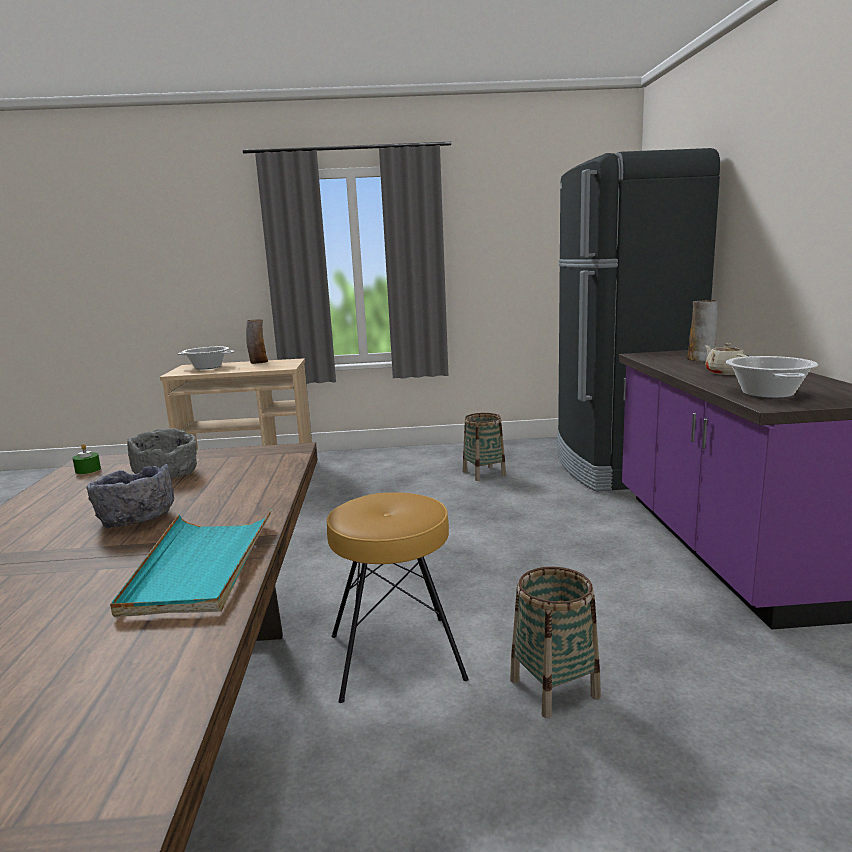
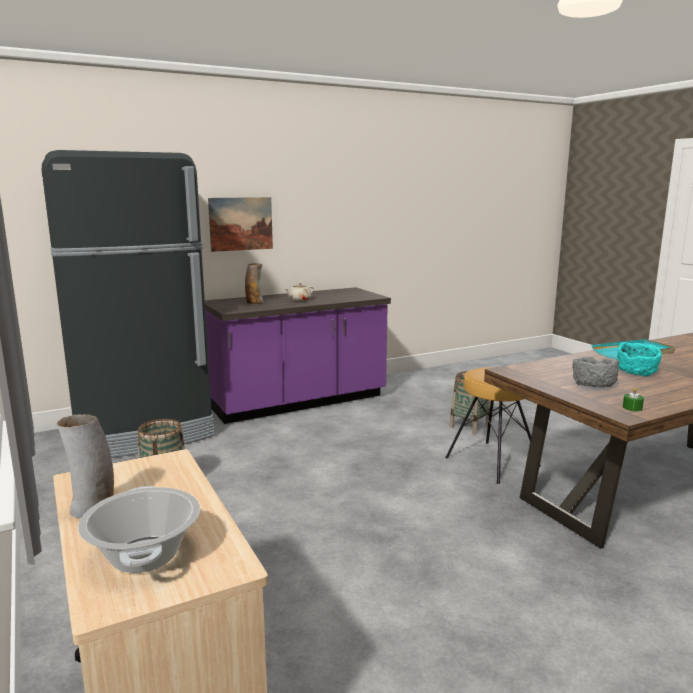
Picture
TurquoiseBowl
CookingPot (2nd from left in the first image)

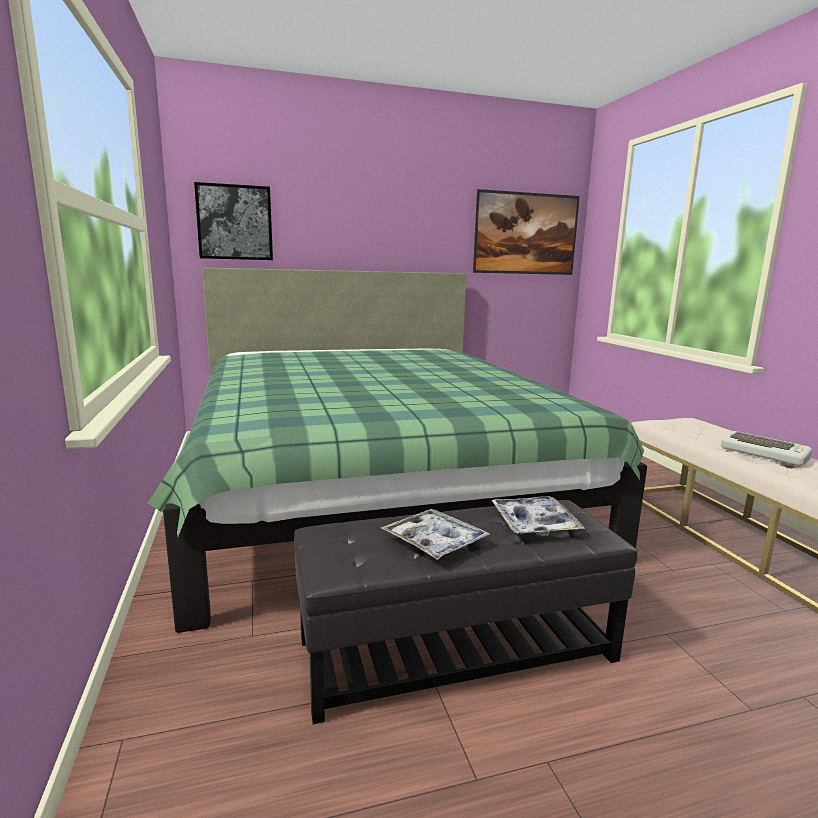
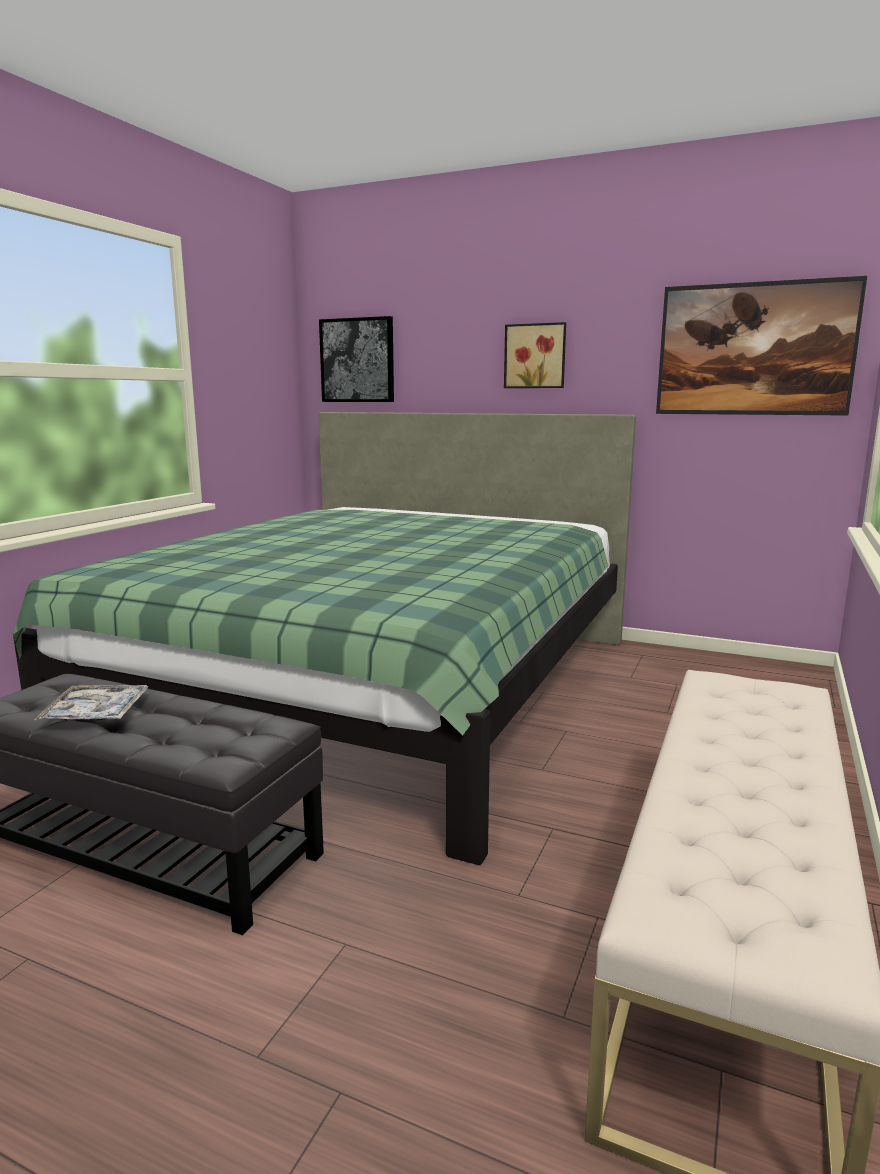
Picture (2nd from left)
Tray (2nd from left in the first image)
Keyboard

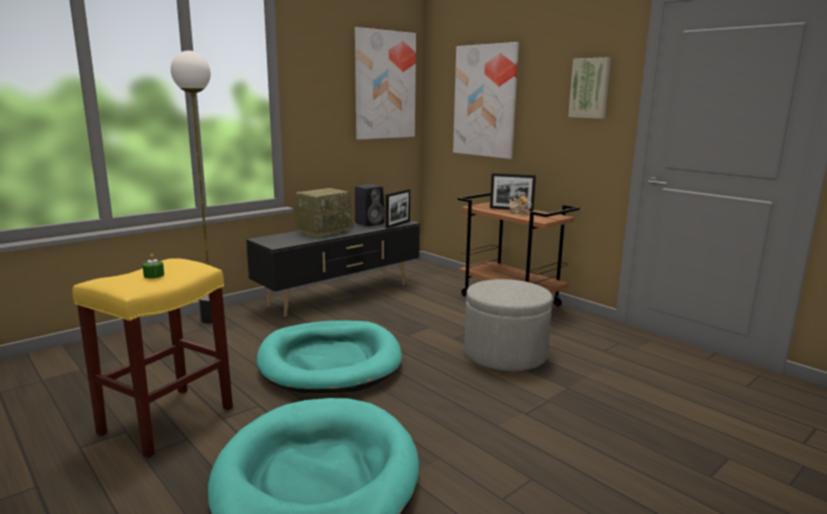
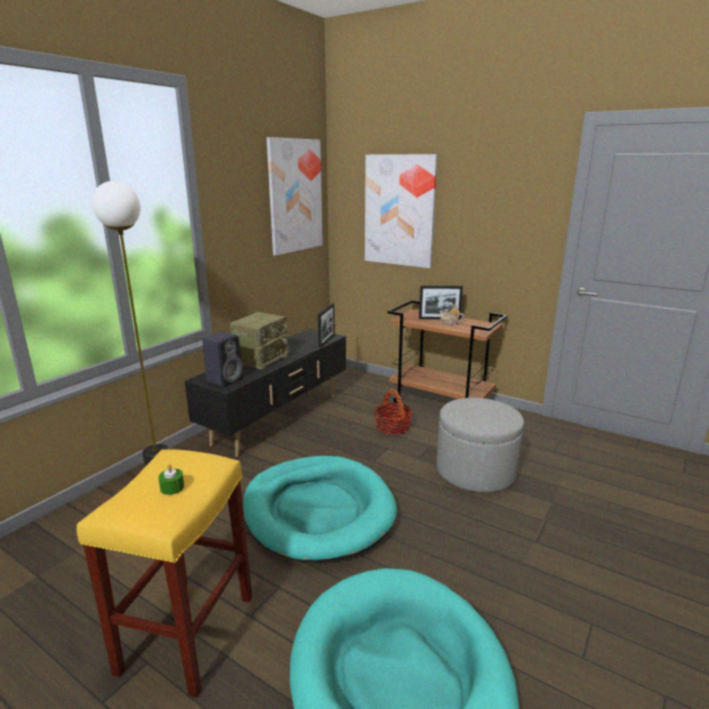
BlackSpeaker
Basket
Picture (3rd from left in the first image)

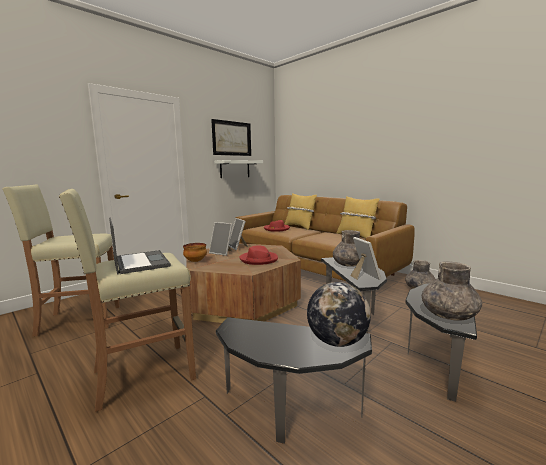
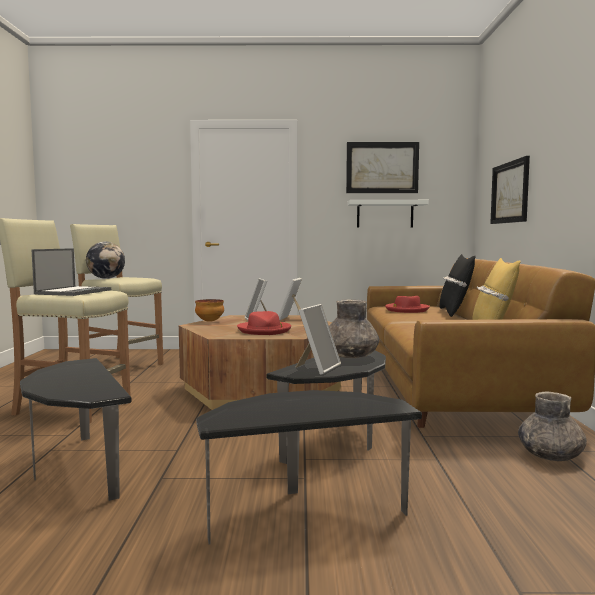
Globe
BlackPillow
Picture (2nd from left)
GreyVase (3rd from left in the first image)

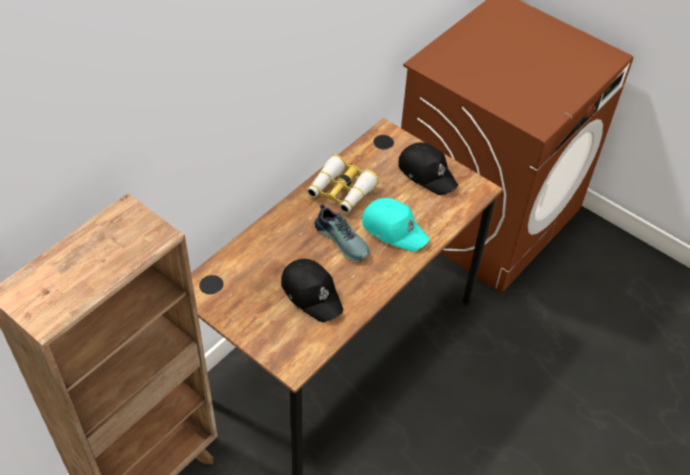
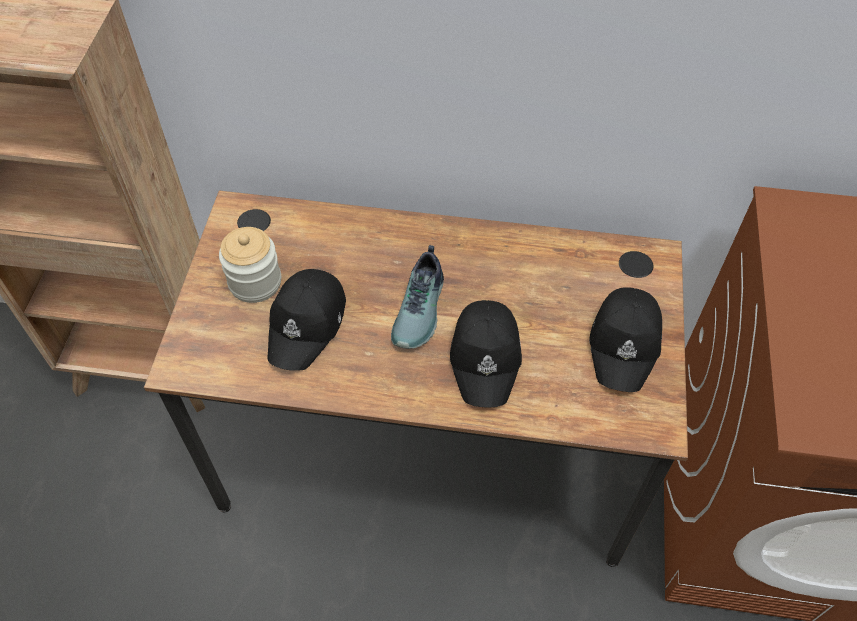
Jar
BlackCap (2nd from left)
Binoculars

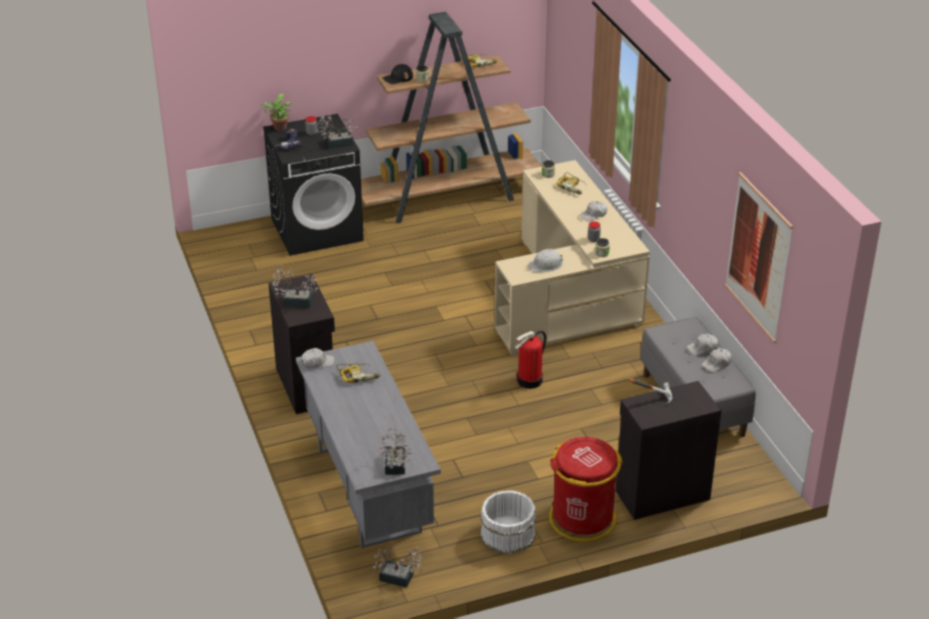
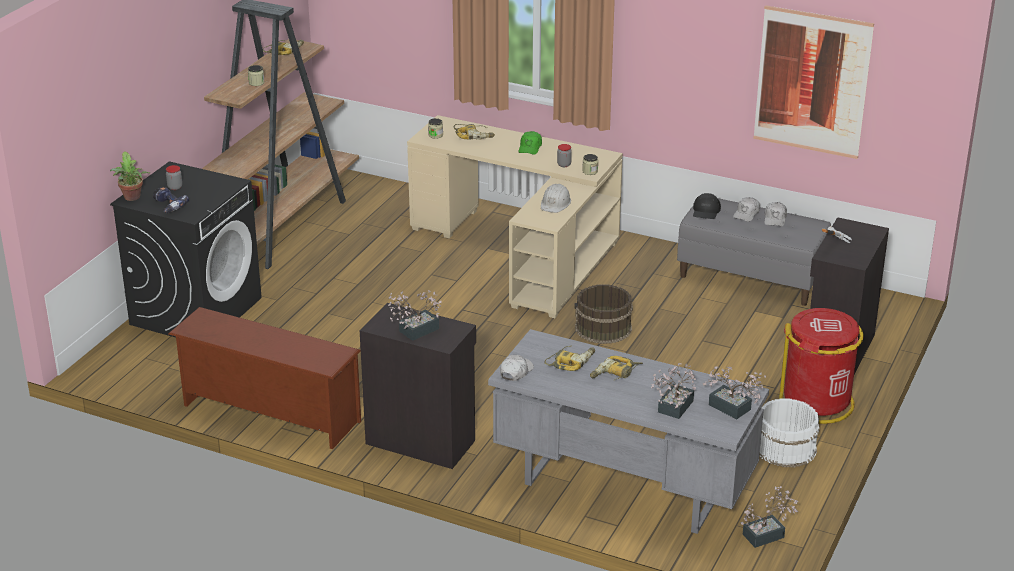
BrownShoeRack
GreenCap
BrownBucket
PowerDrill (5th from left)
PottedPlant (3rd from left)
BlackCap

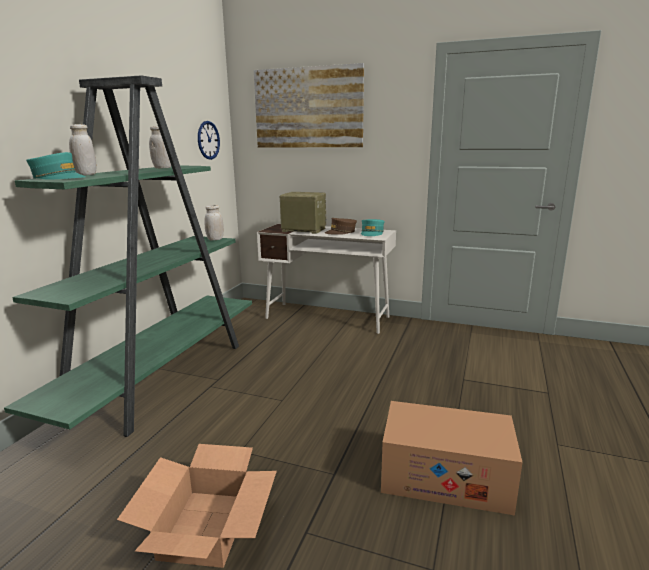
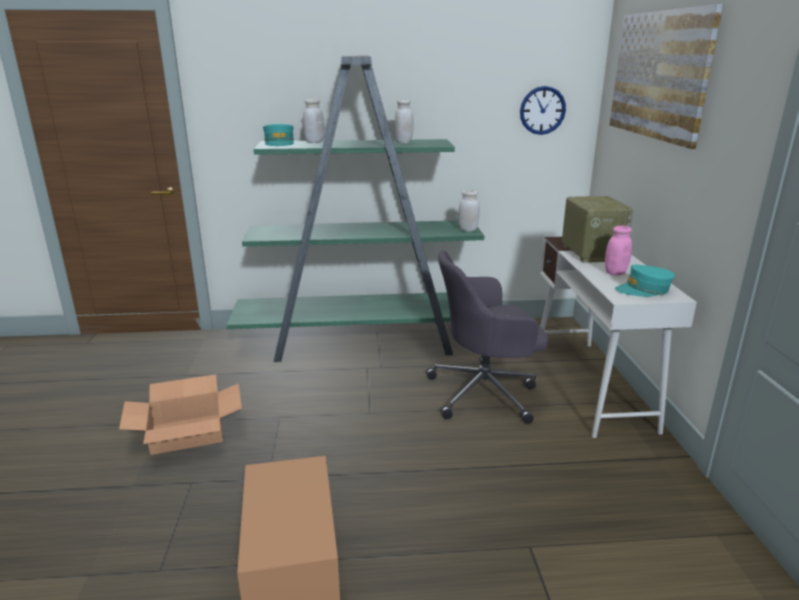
GreyOfficeChair
PinkJar

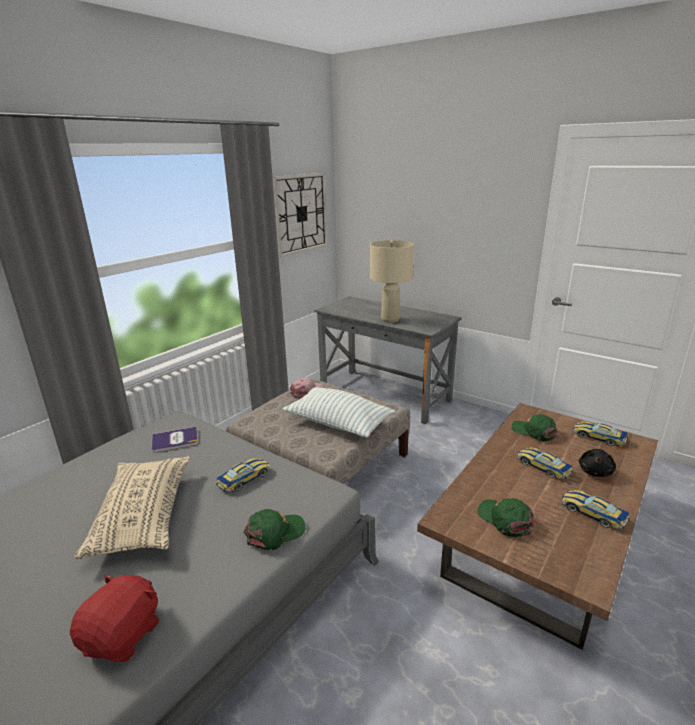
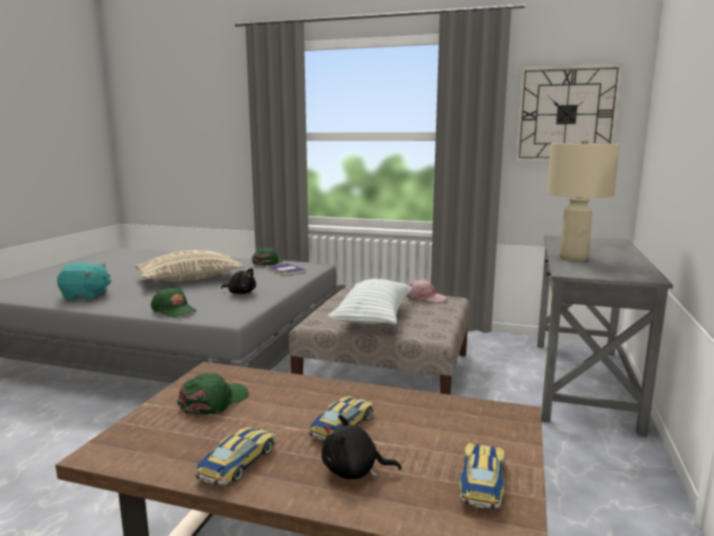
TurquoisePlushToy
BlackPlushToy (1st from left)
GreenCap (3rd from left)

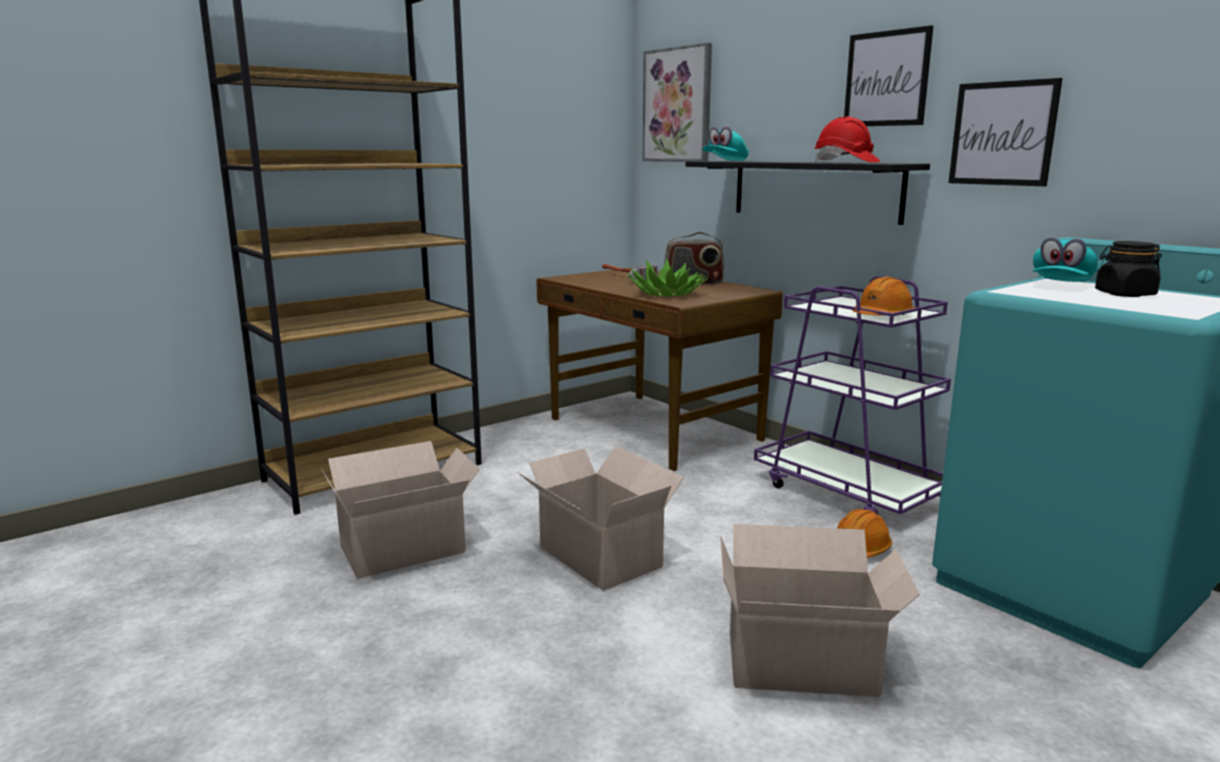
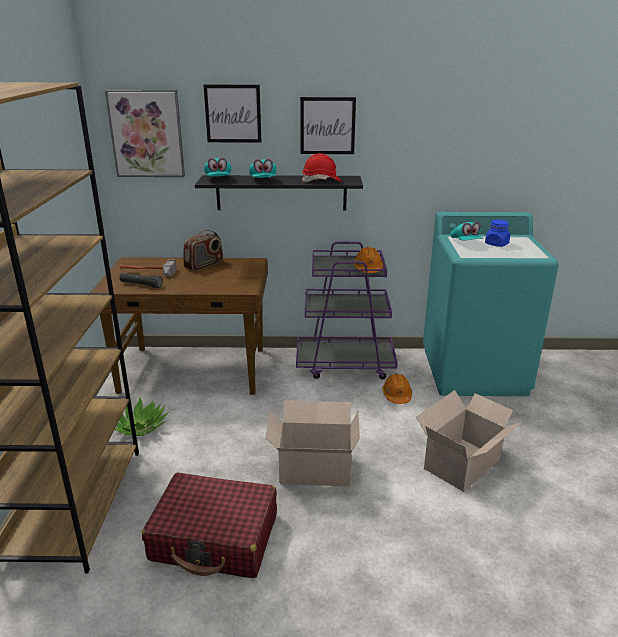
PottedPlant
BlackFlashlight
RedSuitcase
Picture (2nd from left)
TurquoiseCap (2nd from left)
BlueJar

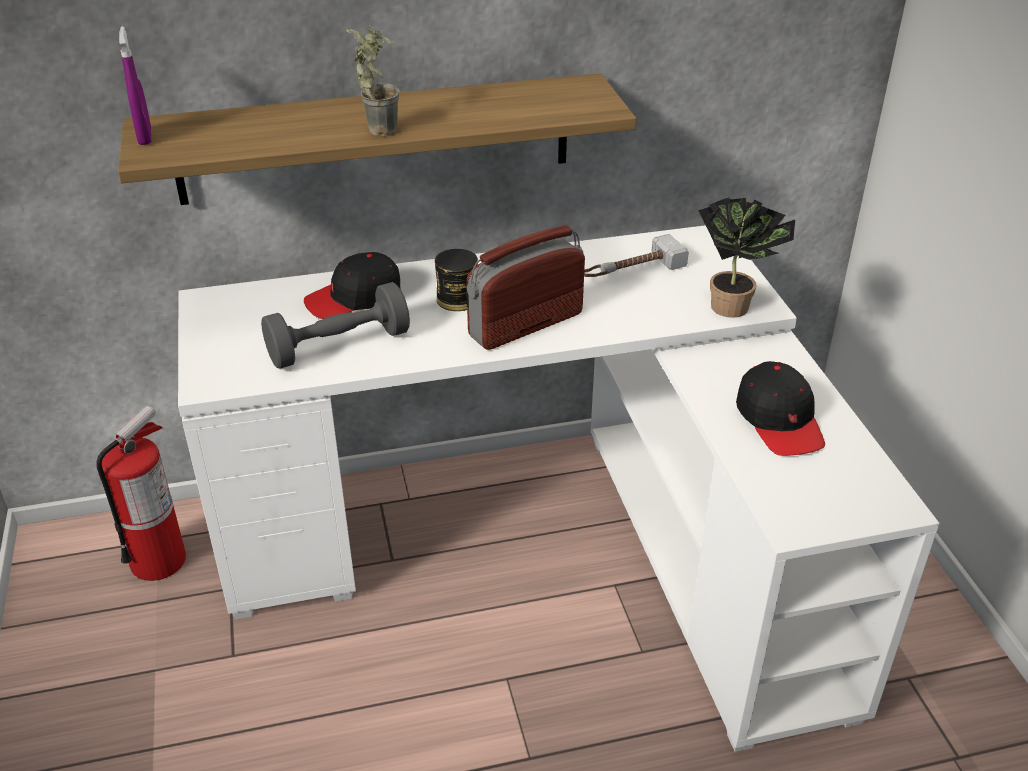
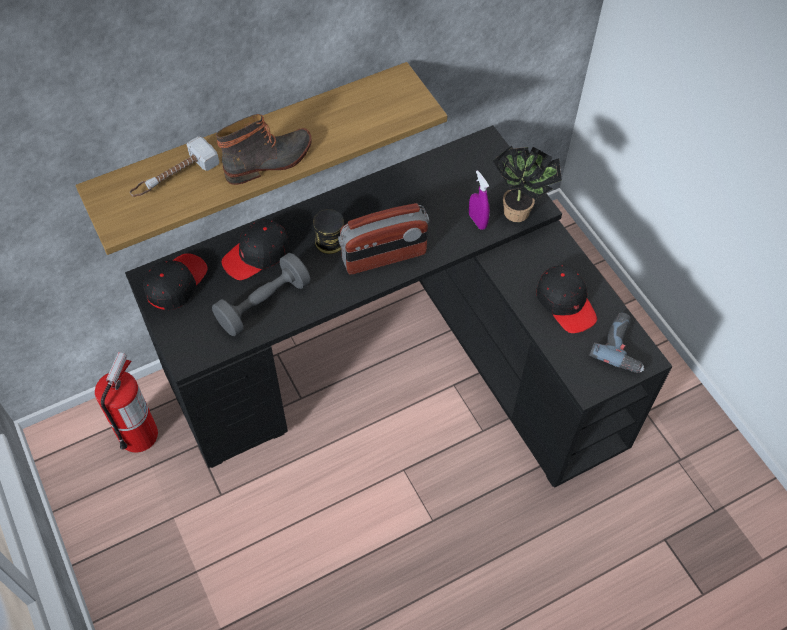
BlackDesk
Hammer
BlackCap (1st from left)
Boot
Radio
PurpleSprayBottle
PowerDrill

